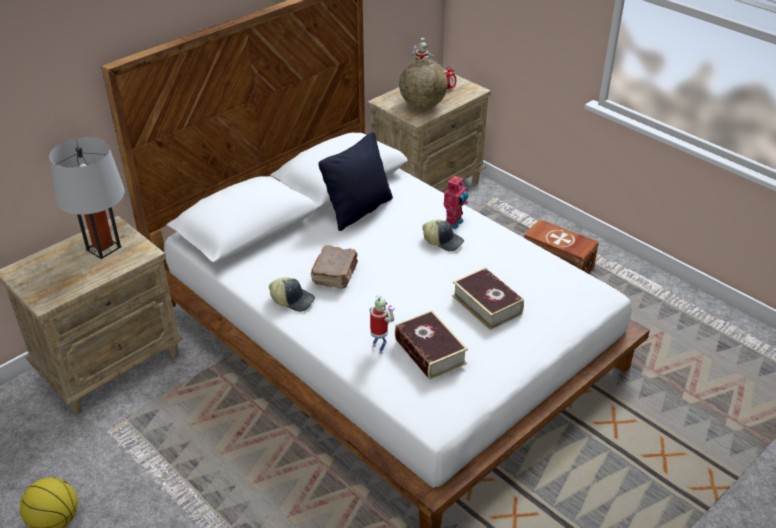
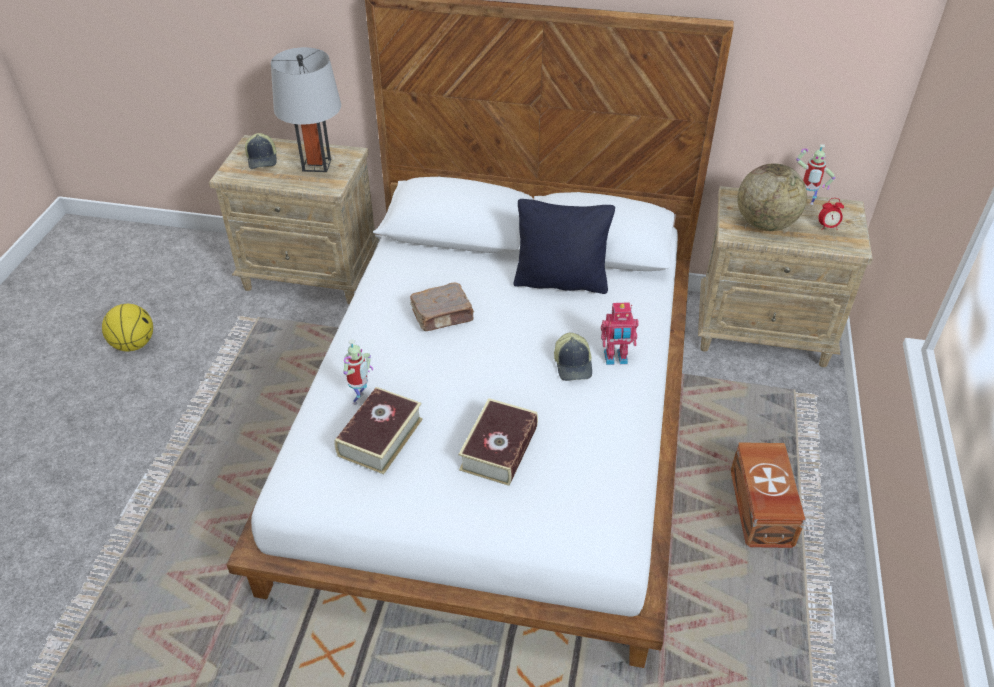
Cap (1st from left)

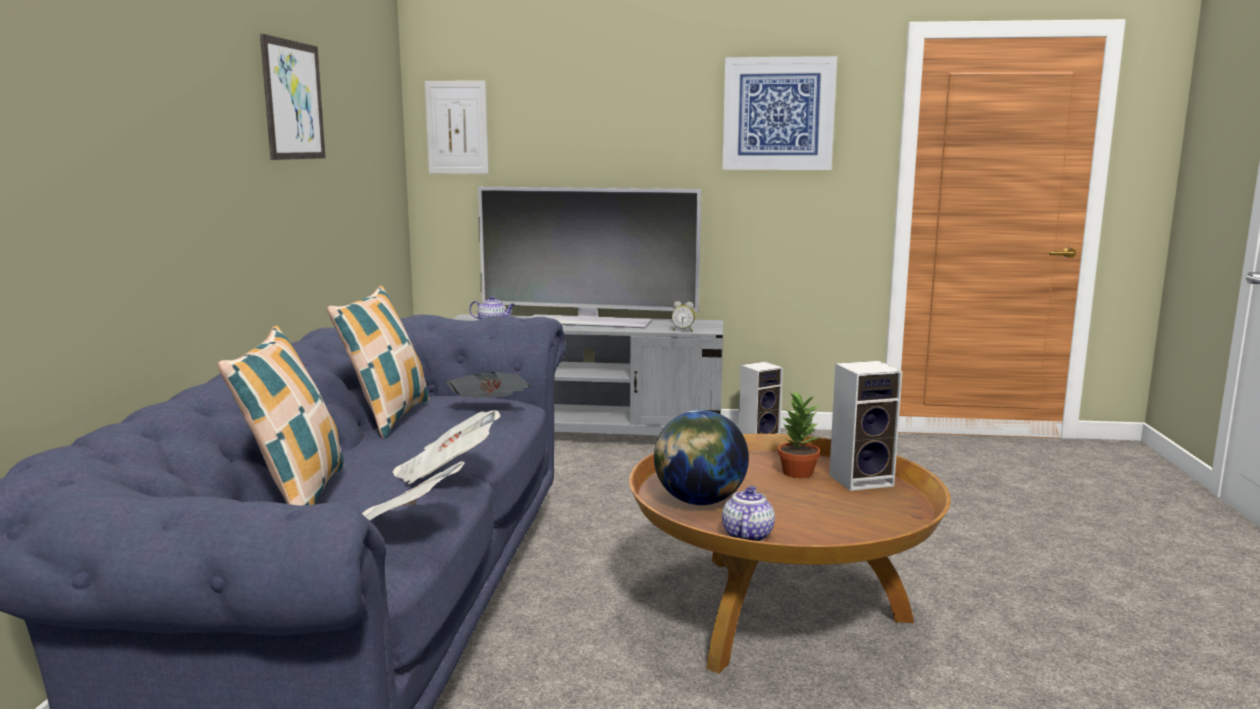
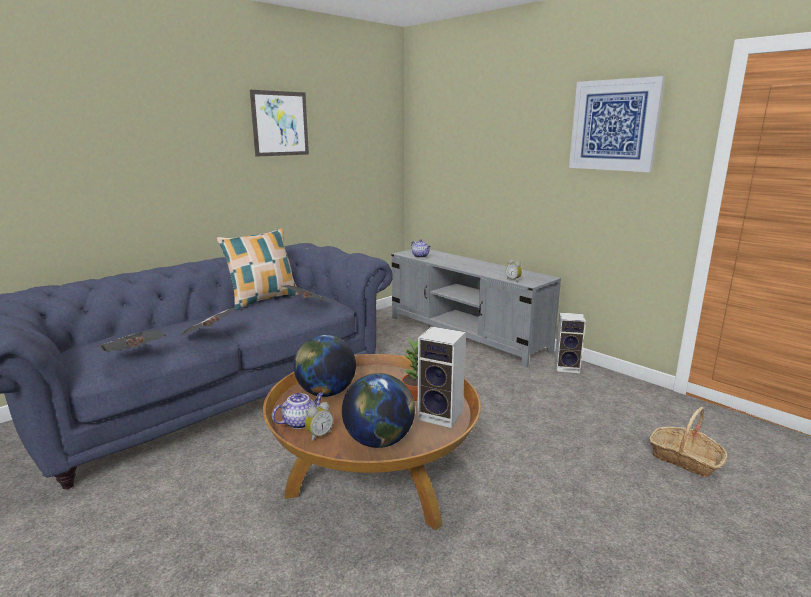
AlarmClock (1st from left)
Globe (2nd from left)
Basket
Pillow (1st from left in the first image)
Picture (2nd from left in the first image)
Television

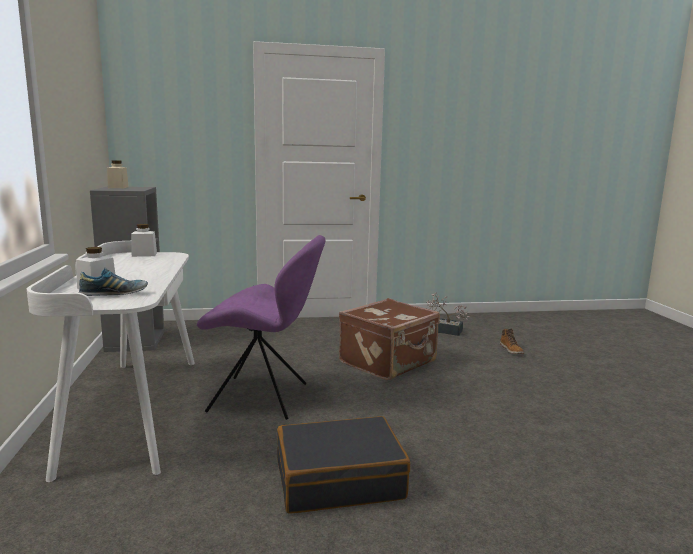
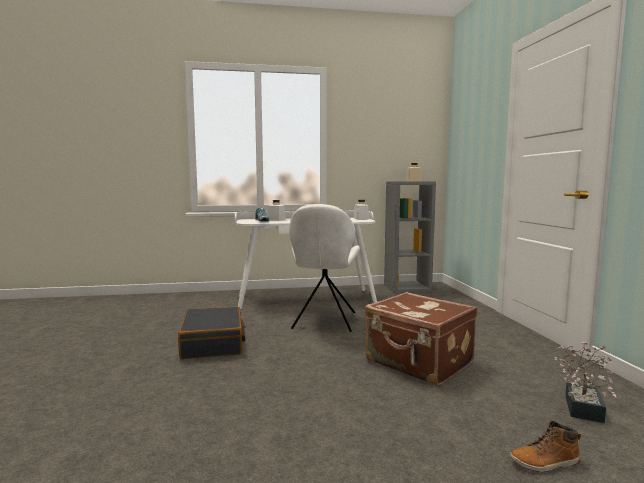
WhiteChair

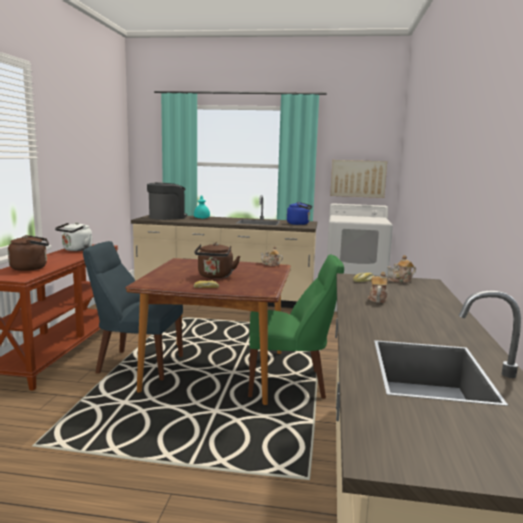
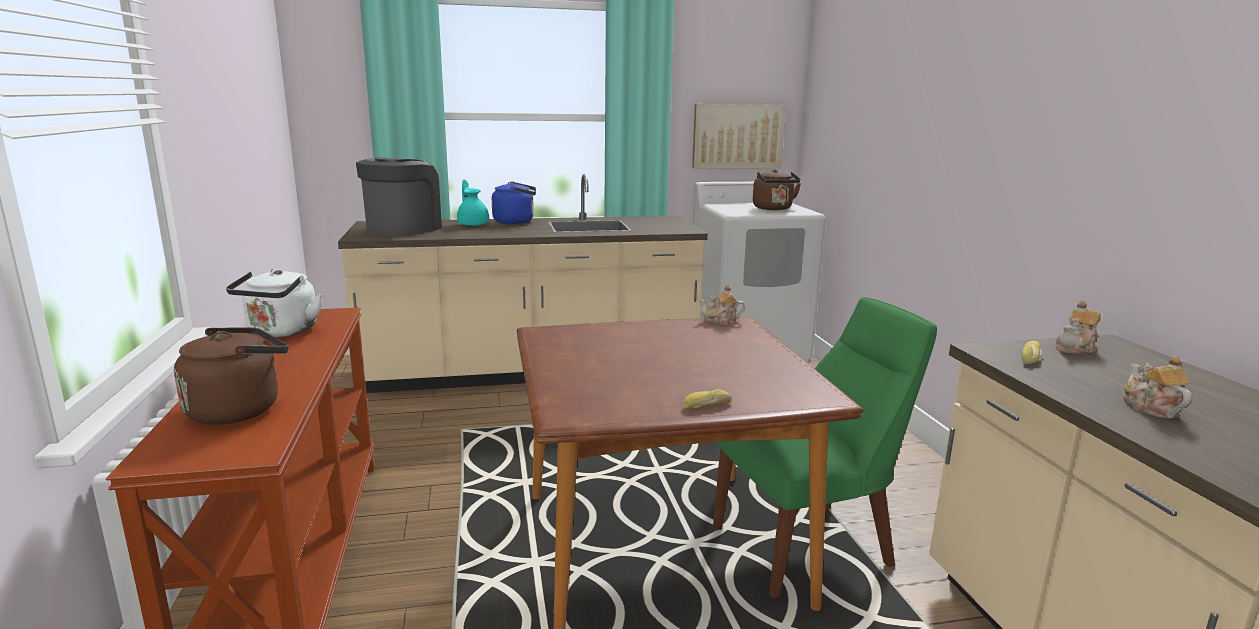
BlueKettle
BrownKettle (2nd from left)
BlueChair

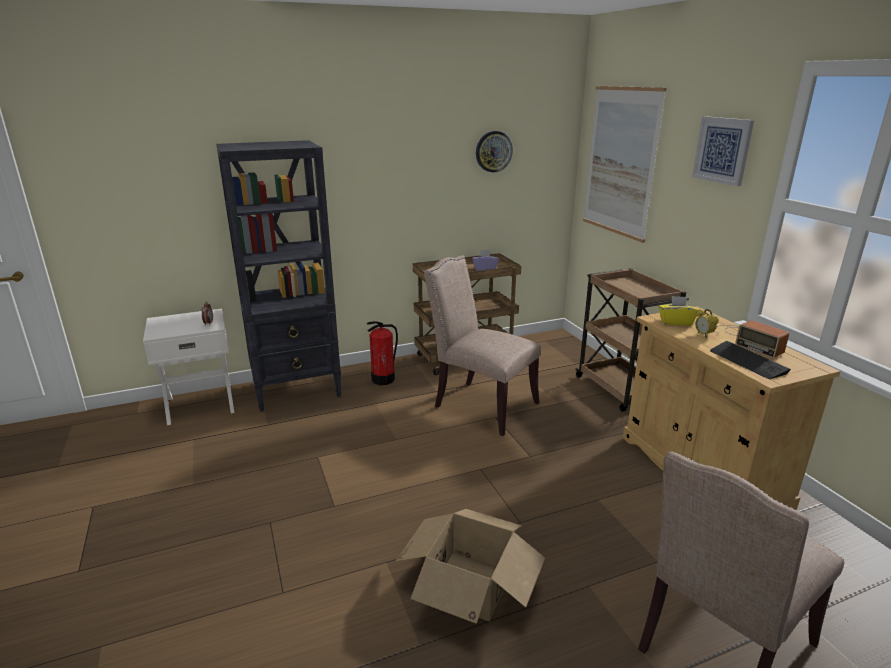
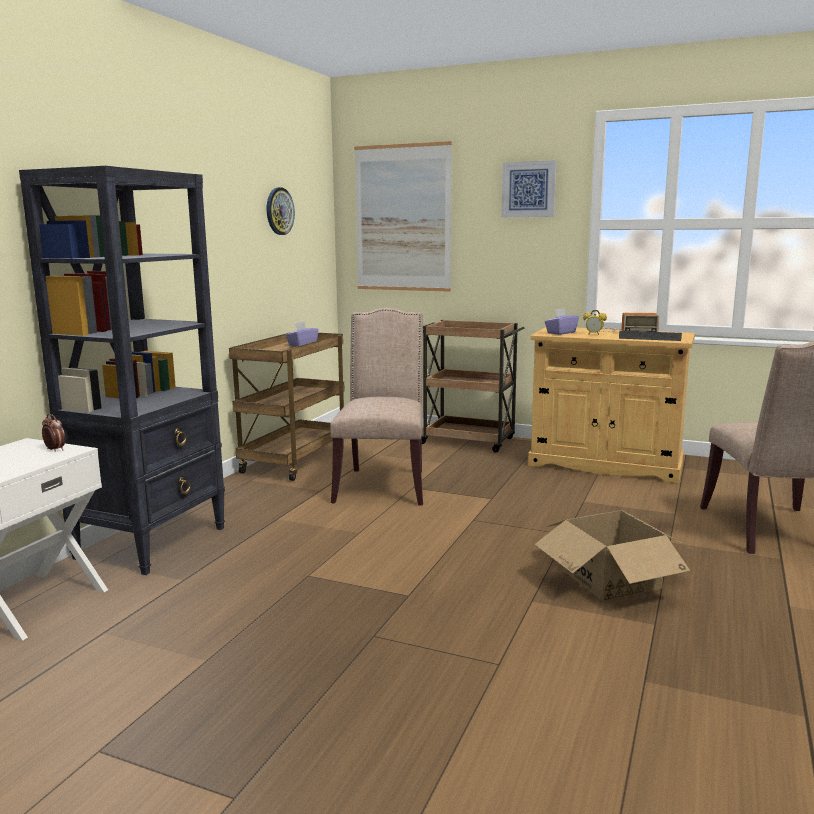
BeigeChair (1st from left)
PurpleTissueBox (2nd from left)
FireExtinguisher

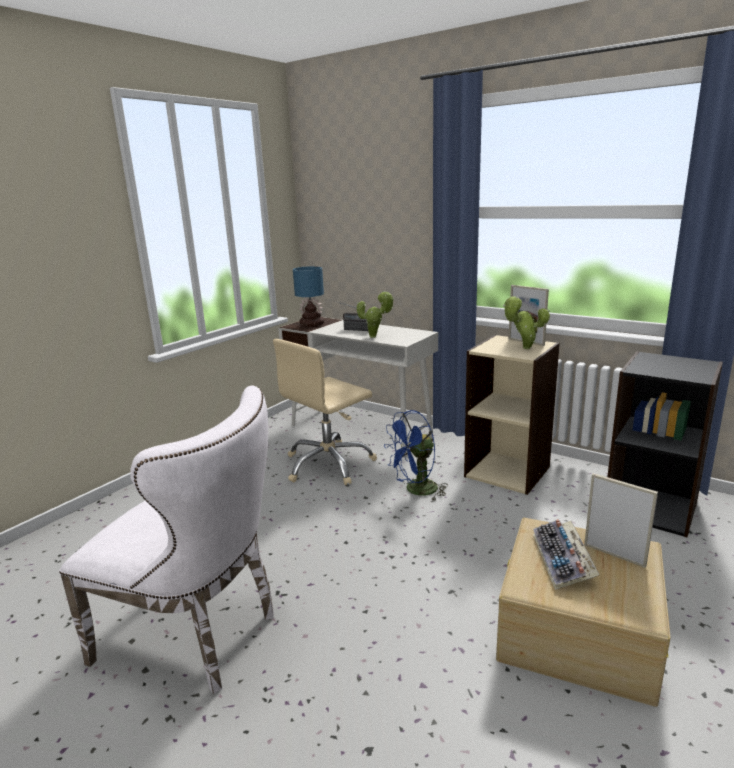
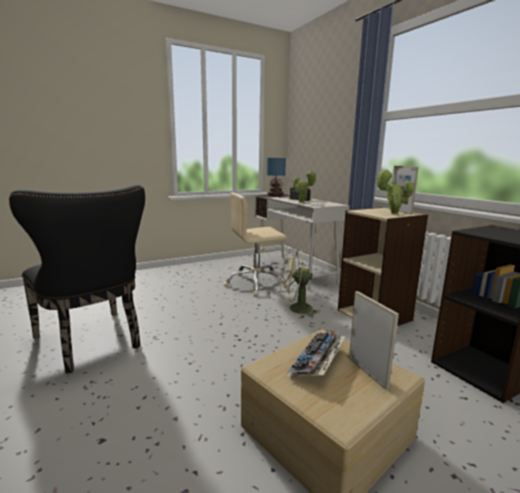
BlackChair
GreenFan

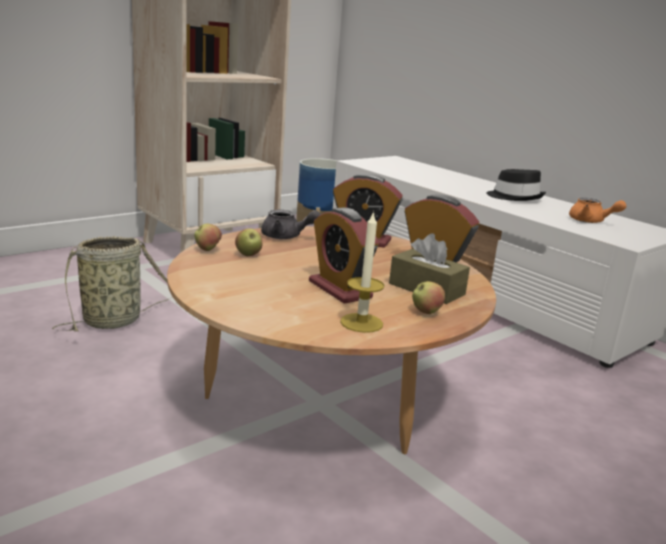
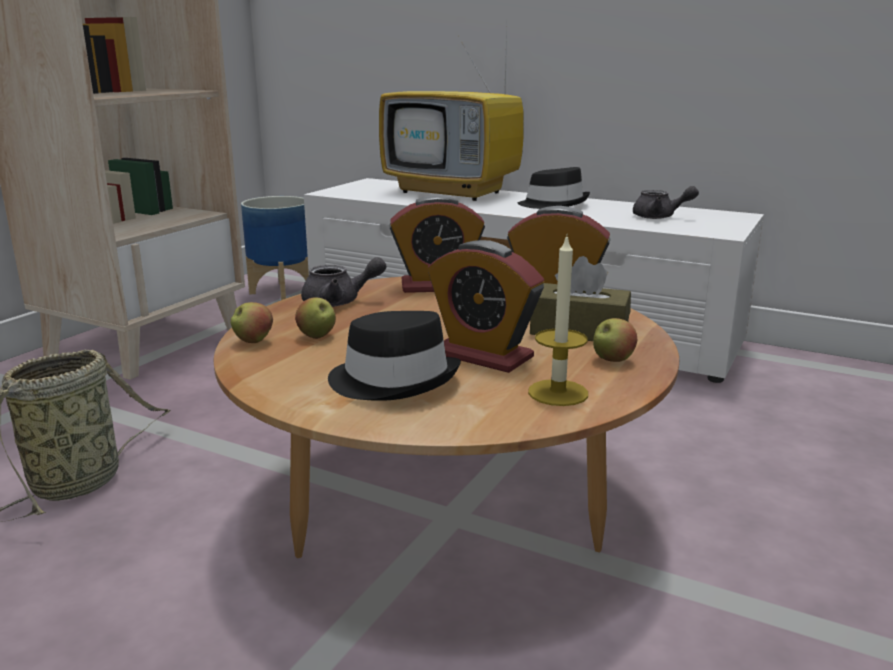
BlackHat (1st from left)
Television
GreyTeapot (2nd from left)

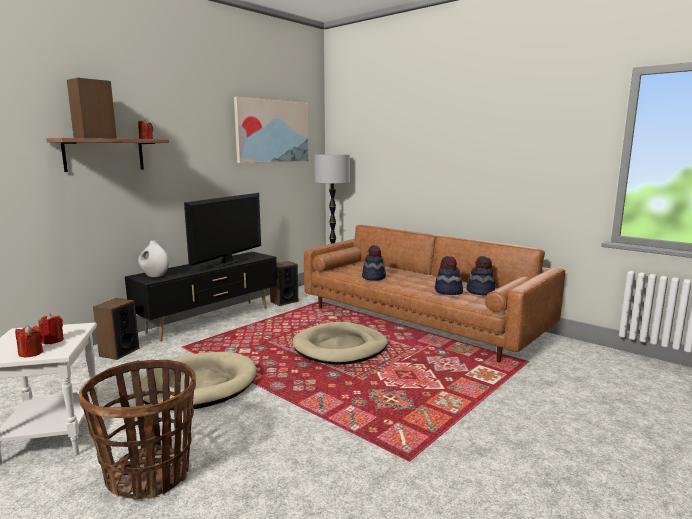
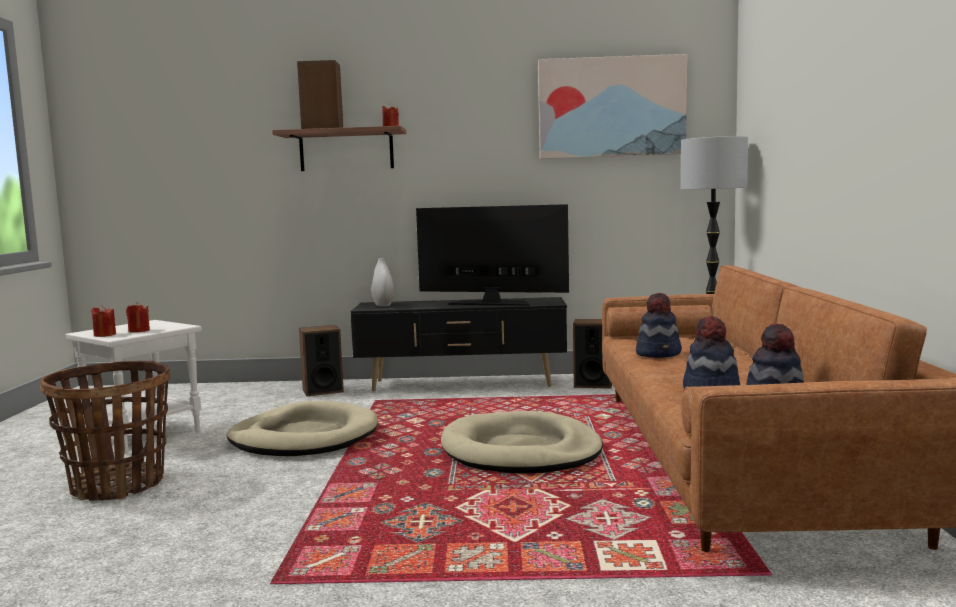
Television

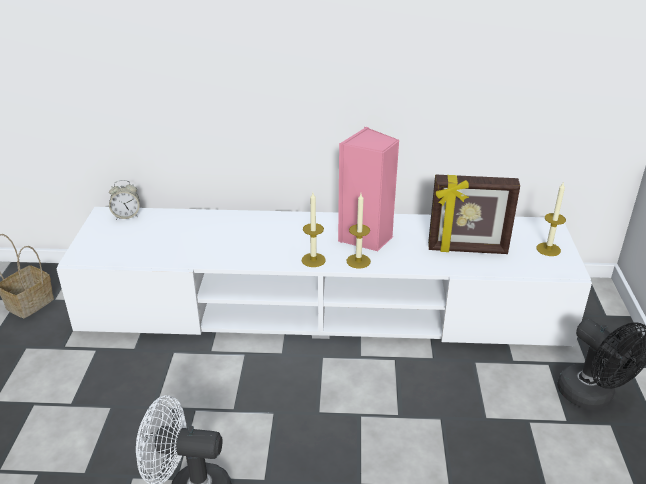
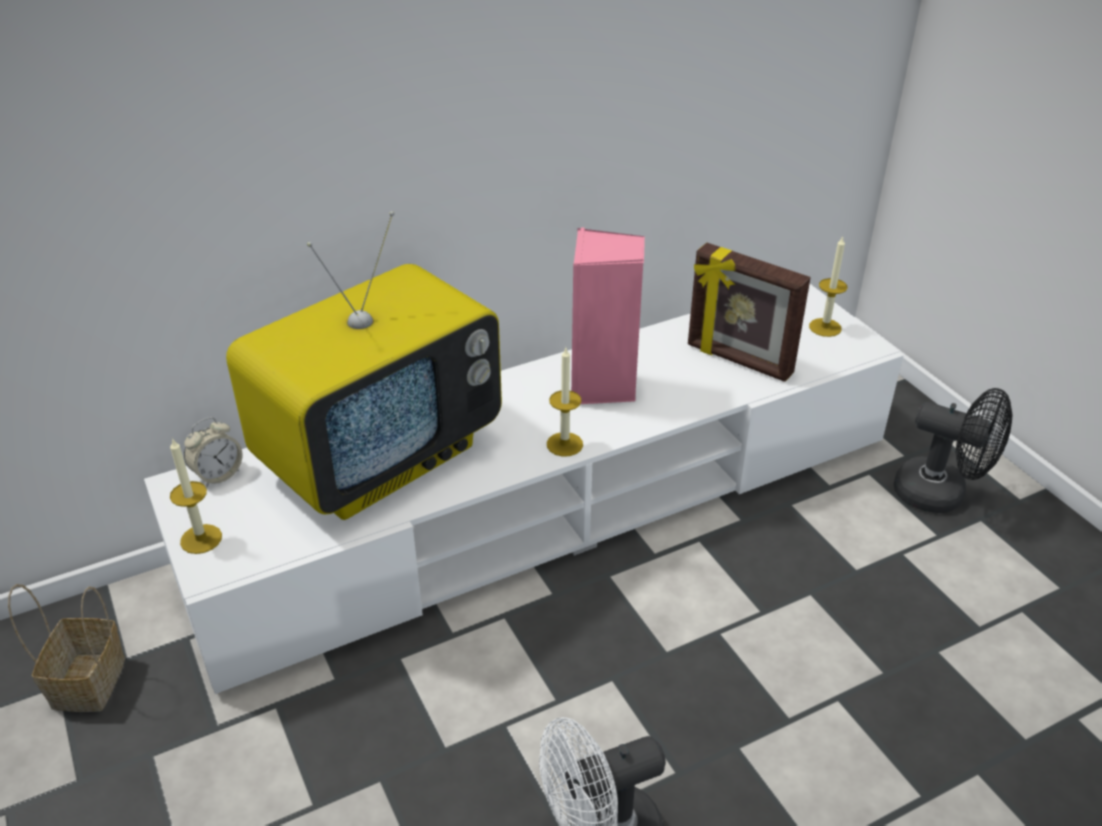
Candle (1st from left)
Television
PictureFrame

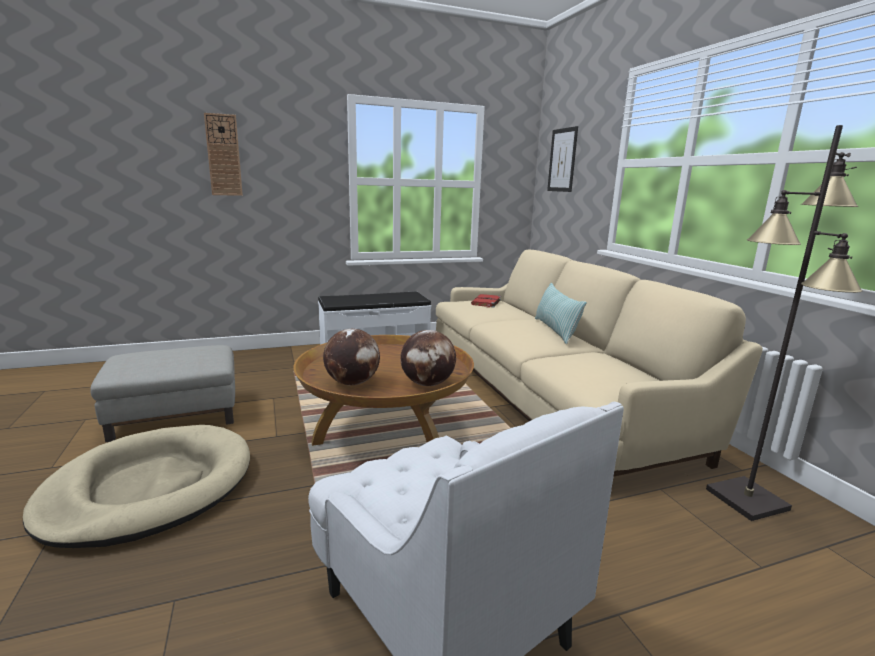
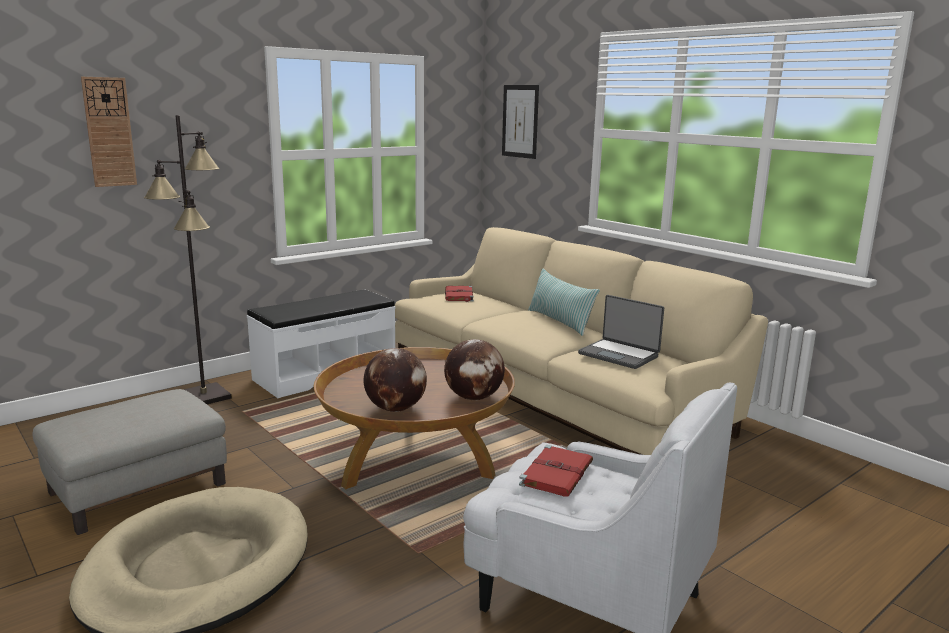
BlackFloorLamp
RedBook (2nd from left)
Laptop

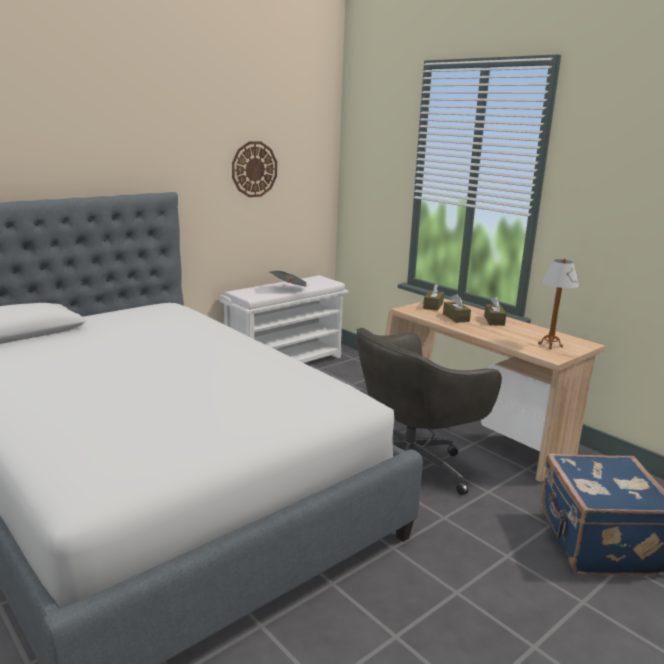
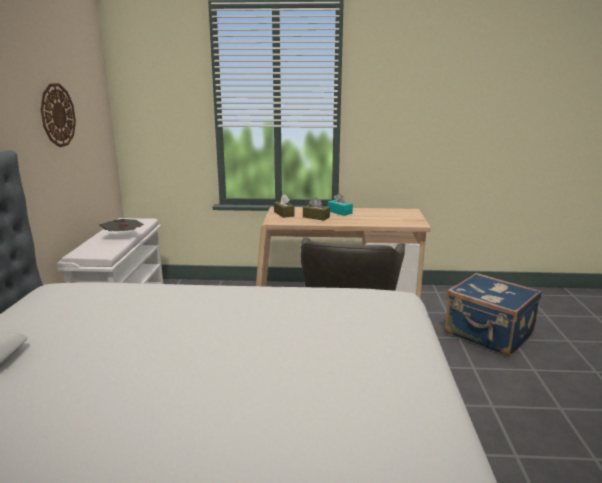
TurquoiseTissueBox
TableLamp

